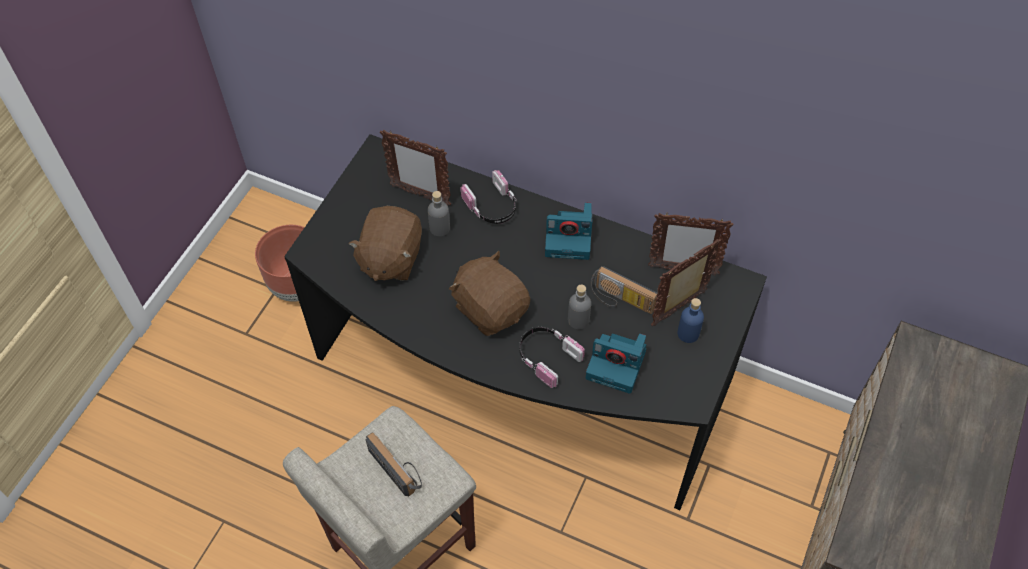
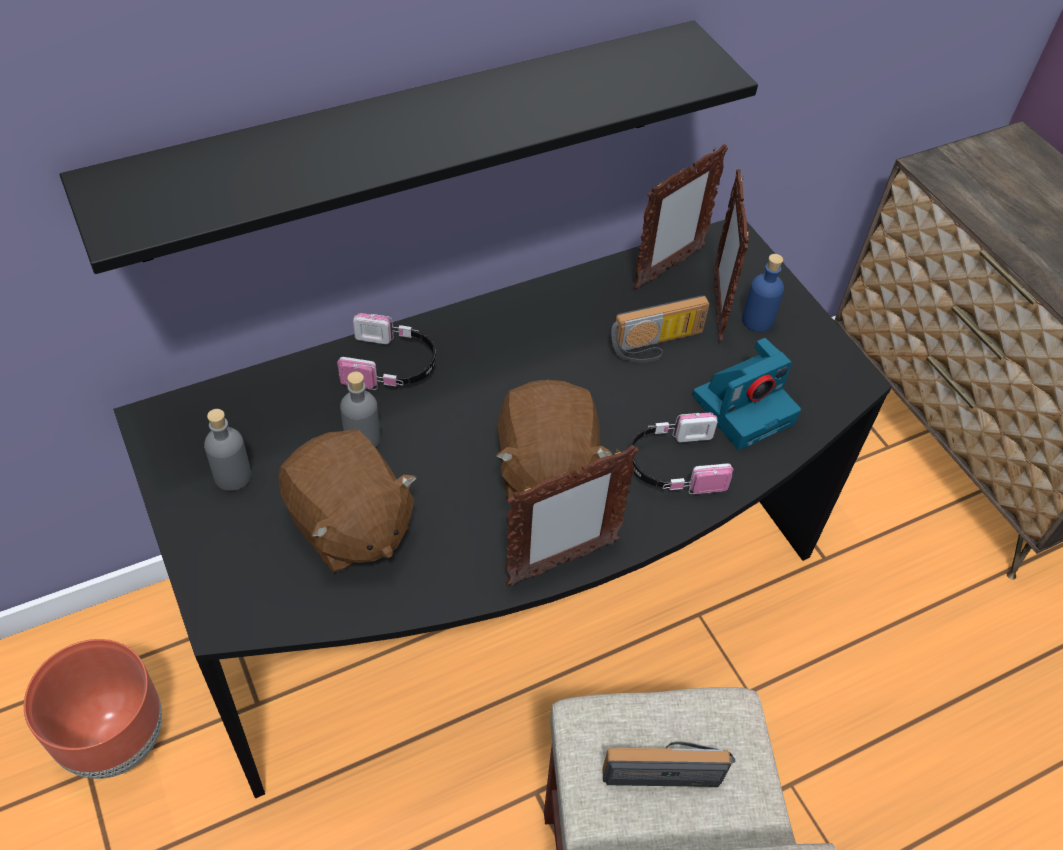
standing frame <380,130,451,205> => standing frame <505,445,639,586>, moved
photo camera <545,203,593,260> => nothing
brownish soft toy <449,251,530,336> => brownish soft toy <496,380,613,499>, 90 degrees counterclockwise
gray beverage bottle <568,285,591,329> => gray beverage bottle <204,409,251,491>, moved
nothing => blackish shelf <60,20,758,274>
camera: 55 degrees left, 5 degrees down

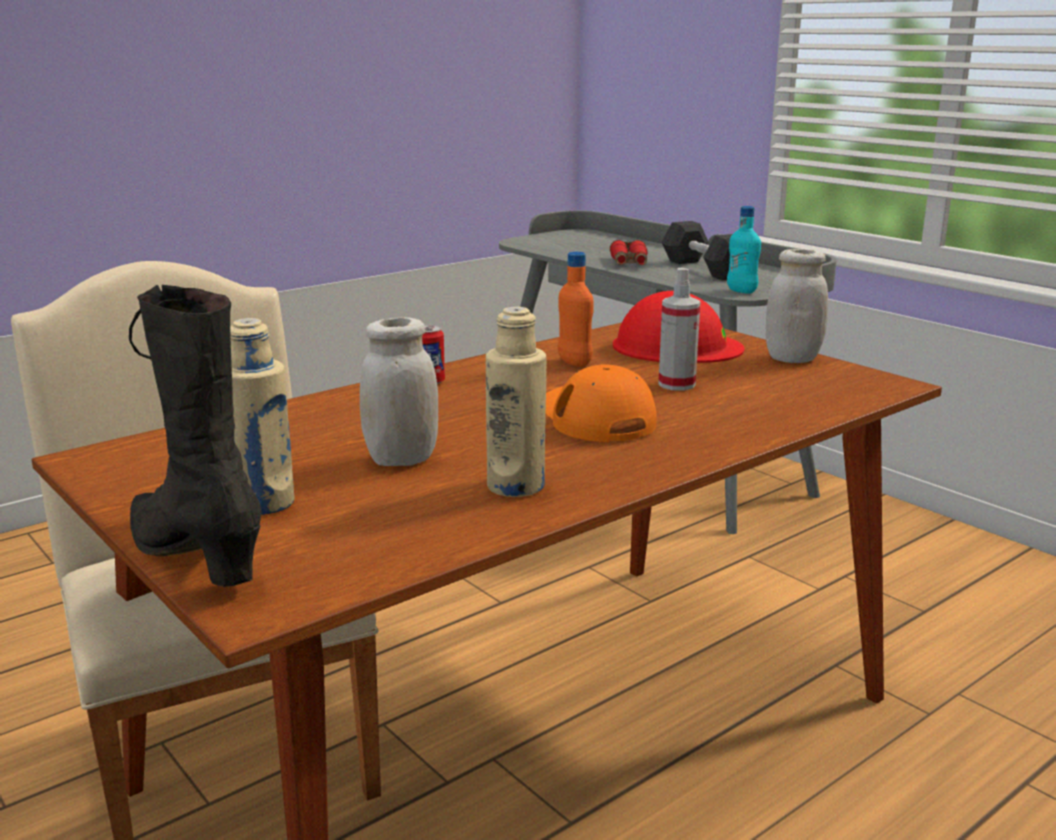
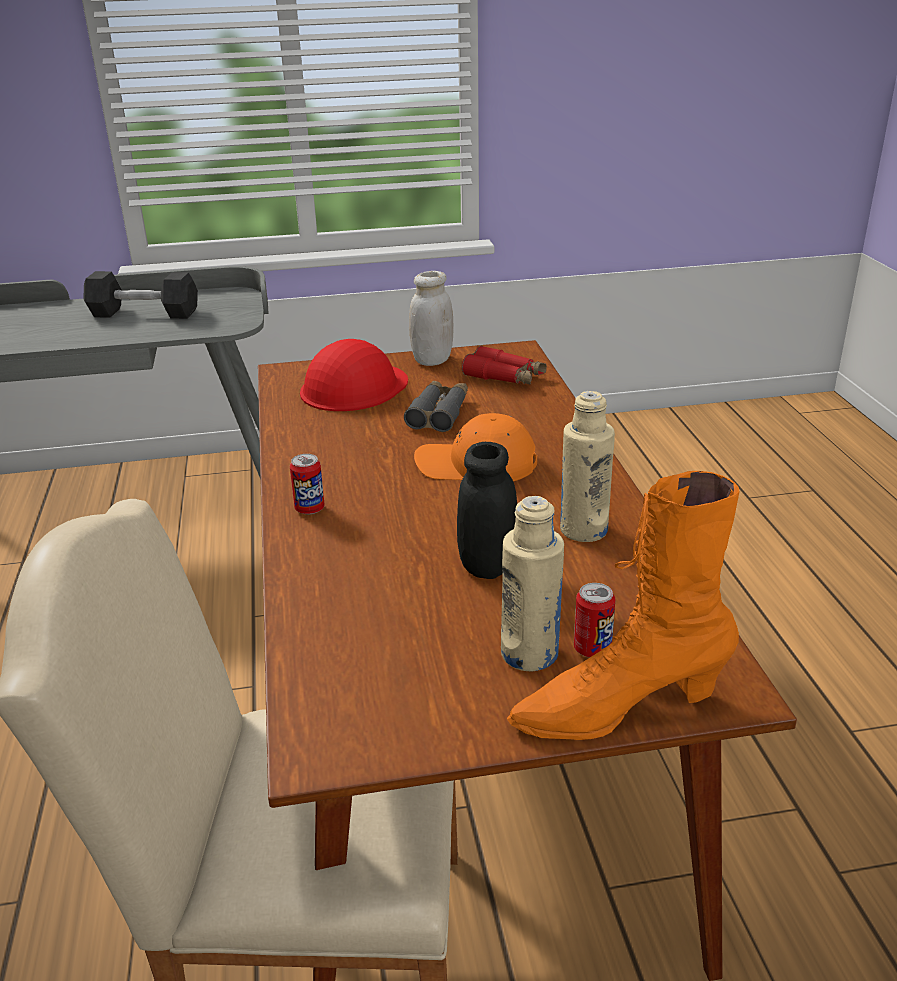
turquoise-coloured beverage bottle <727,206,761,294> => nothing
red pair of binoculars <610,240,648,265> => red pair of binoculars <462,346,547,385>, moved
orange beverage bottle <558,252,594,367> => nothing
spray bottle <658,268,701,391> => gray pair of binoculars <404,381,468,432>
blackish tall boot <129,285,262,587> => orange tall boot <507,471,739,740>
white storage jar <360,317,438,466> => blackish storage jar <457,442,517,579>
nothing => metal can <574,583,615,657>
camera: 60 degrees left, 10 degrees up

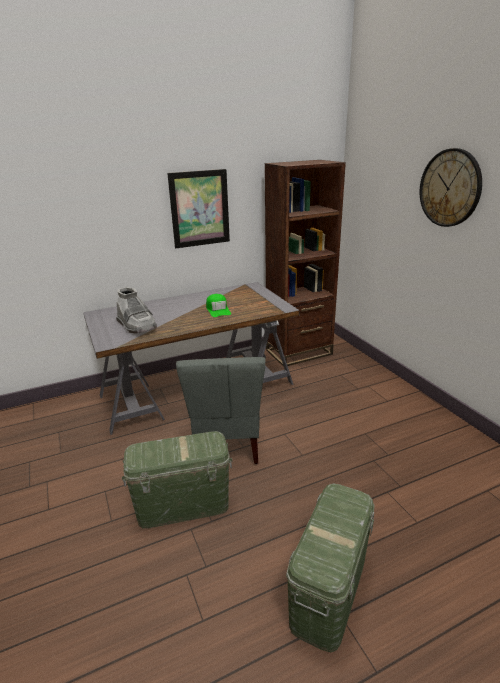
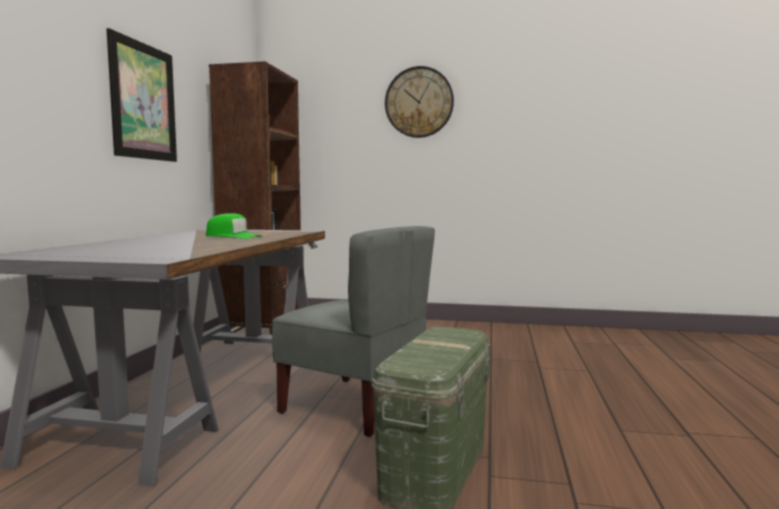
gray tall boot <116,287,157,334> => nothing
green storage box <286,483,374,652> => nothing
camera: 55 degrees left, 20 degrees down

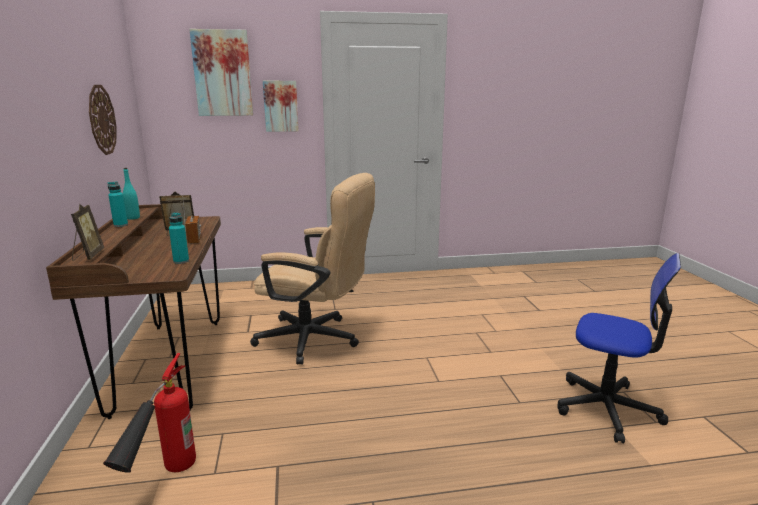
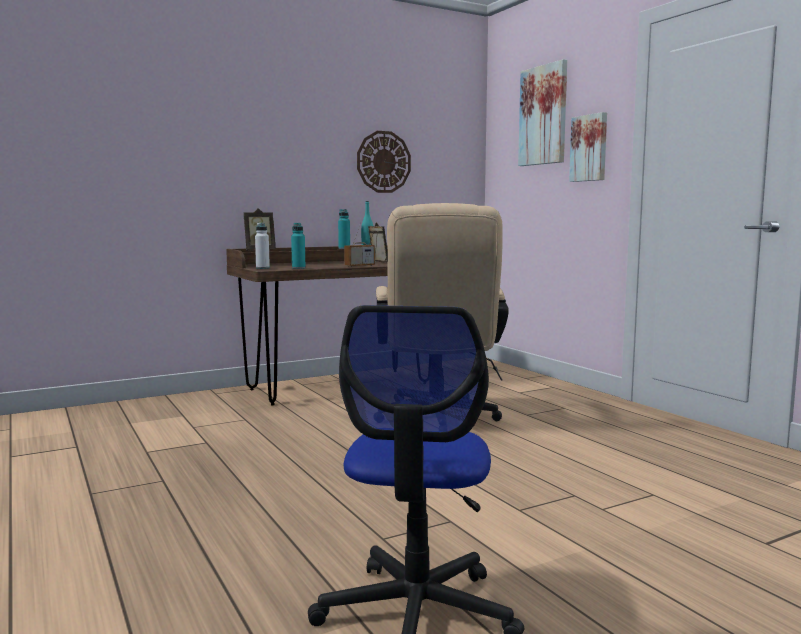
fire extinguisher <103,353,196,473> => nothing
nothing => white beverage bottle <255,223,270,269>
camera: 70 degrees right, 10 degrees down

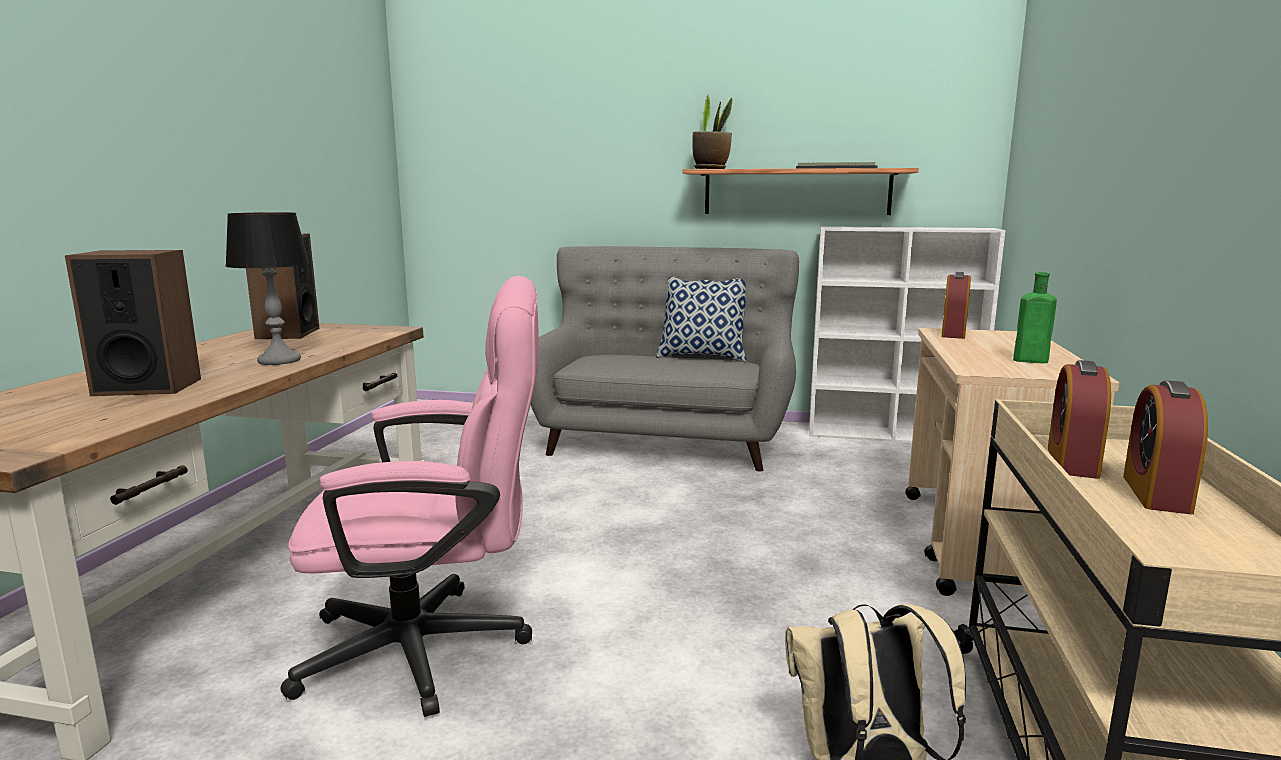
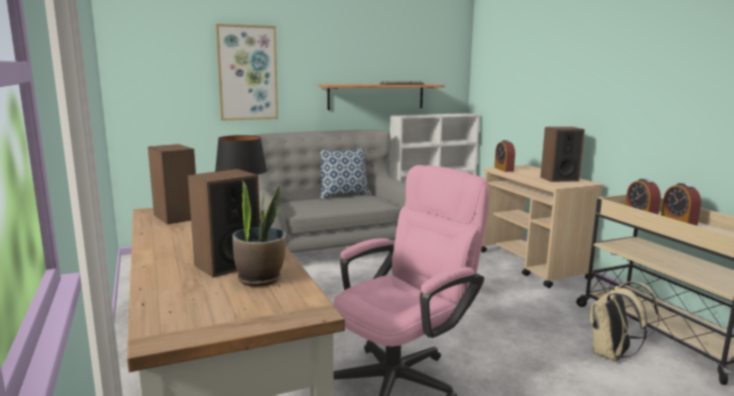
potted plant <693,94,732,169> => potted plant <232,180,286,287>, moved
green beverage bottle <1013,272,1057,363> => audio speaker <540,127,585,182>
nothing => picture <216,24,278,121>
camera: 35 degrees left, 0 degrees up

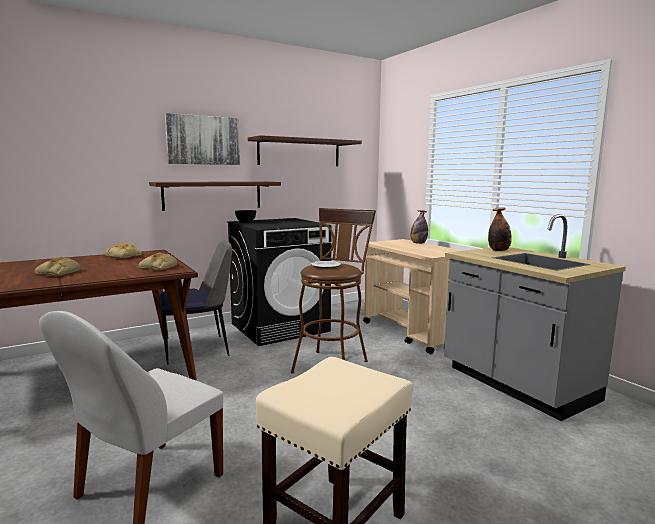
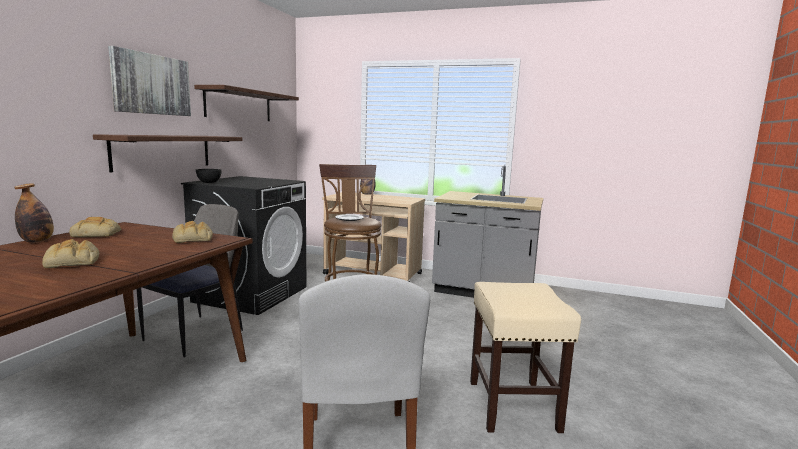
beverage bottle <488,207,512,251> => beverage bottle <14,183,54,243>, moved
camera: 40 degrees left, 0 degrees up

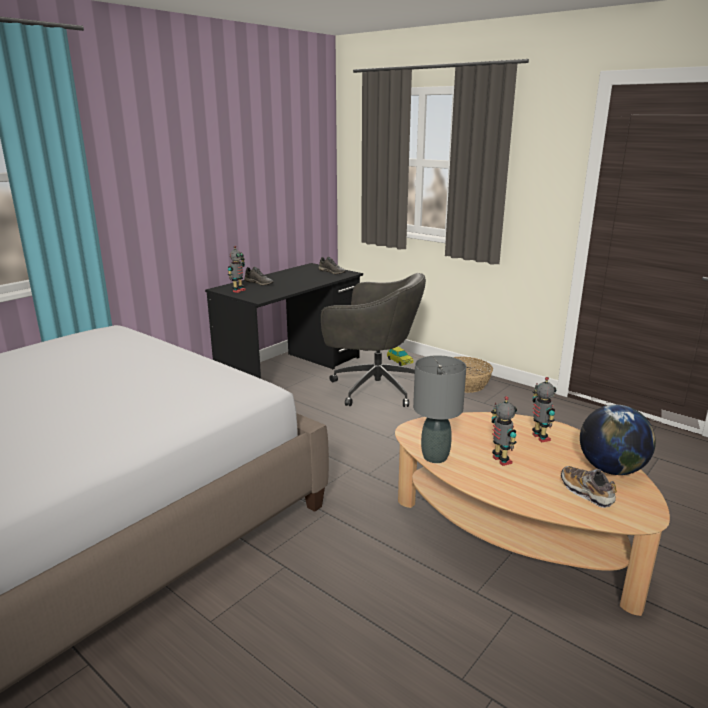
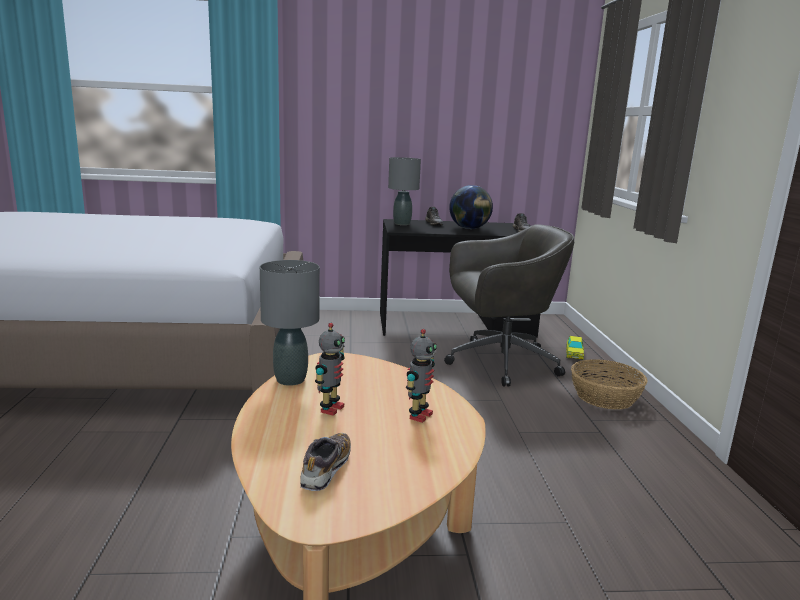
toy robot <228,246,246,293> => gray table lamp <388,157,421,225>
gray desk chair <321,273,426,407> => gray desk chair <444,224,574,387>, 75 degrees counterclockwise
globe <580,405,656,475> => globe <449,185,493,229>, moved
camera: 45 degrees right, 5 degrees down

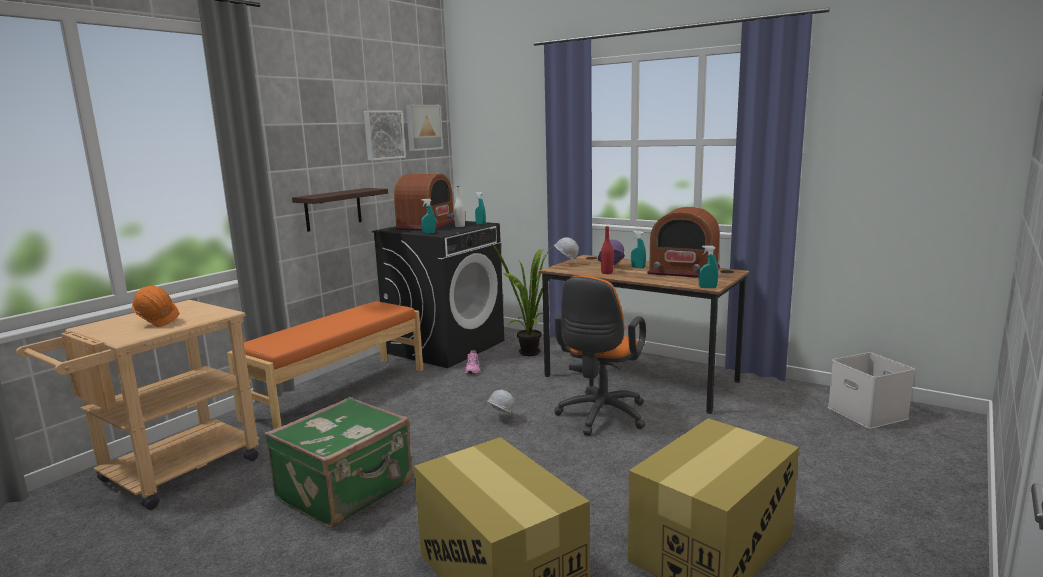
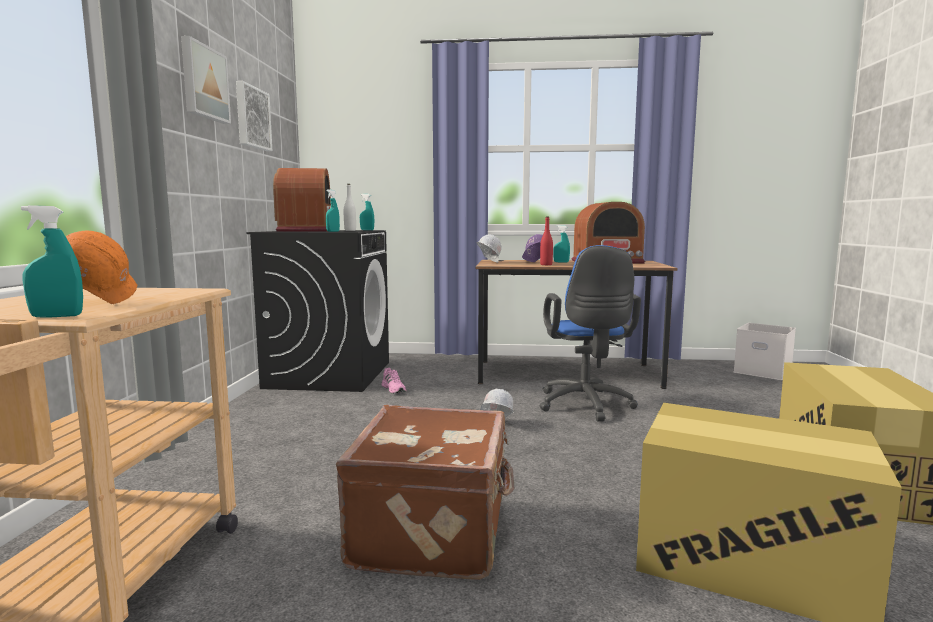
picture <406,105,443,151> => picture <181,36,231,124>, moved
shelf <292,188,388,232> => nothing
potted plant <492,244,554,356> => nothing
turquoise-coloured spray bottle <699,246,718,288> => turquoise-coloured spray bottle <21,205,83,318>, moved
orange desk chair <554,275,646,436> => blue desk chair <540,245,641,422>
orange indoor bench <227,301,423,430> => nothing
green suitcase <264,397,413,528> => brownish suitcase <336,405,514,580>
camera: 30 degrees left, 5 degrees down

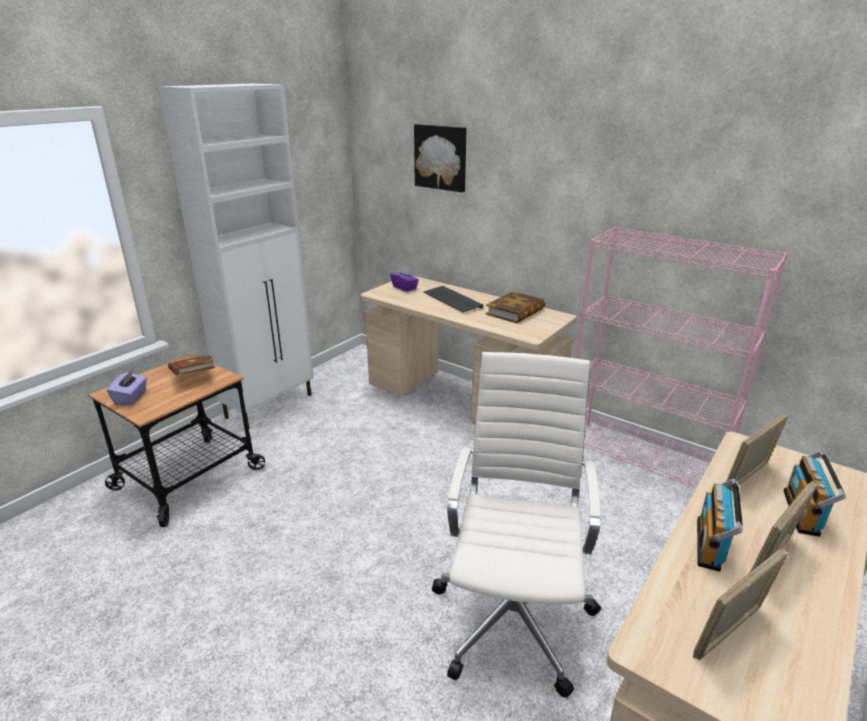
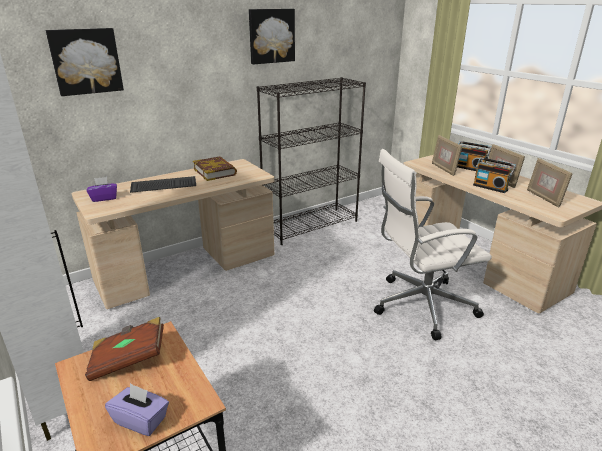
pinkish bookshelf <576,227,787,488> => blackish bookshelf <257,77,366,245>
white desk chair <432,352,601,698> => white desk chair <374,149,492,340>, 45 degrees counterclockwise
nothing => picture <249,9,295,64>
camera: 70 degrees left, 0 degrees up

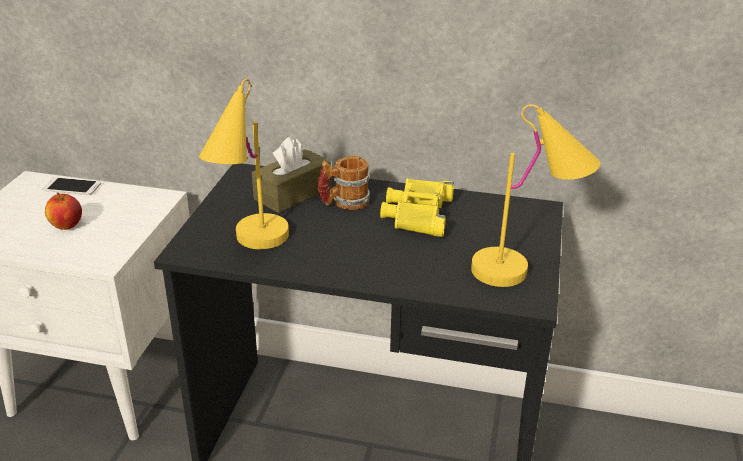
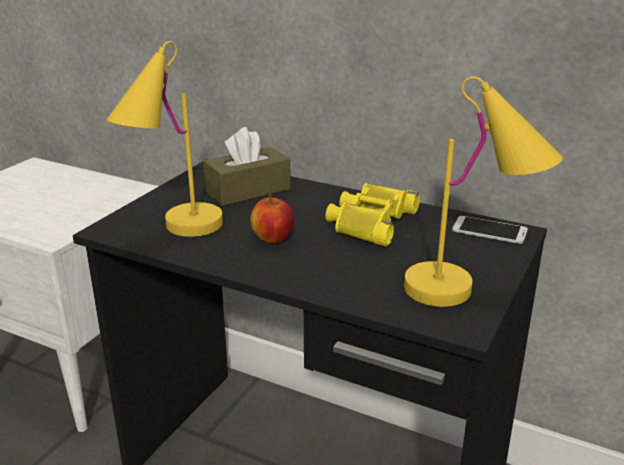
mug <317,156,370,210> => nothing
telephone <42,177,101,195> => telephone <452,216,528,244>, moved
apple <45,192,82,230> => apple <250,194,295,243>, moved
camera: 15 degrees right, 5 degrees down

